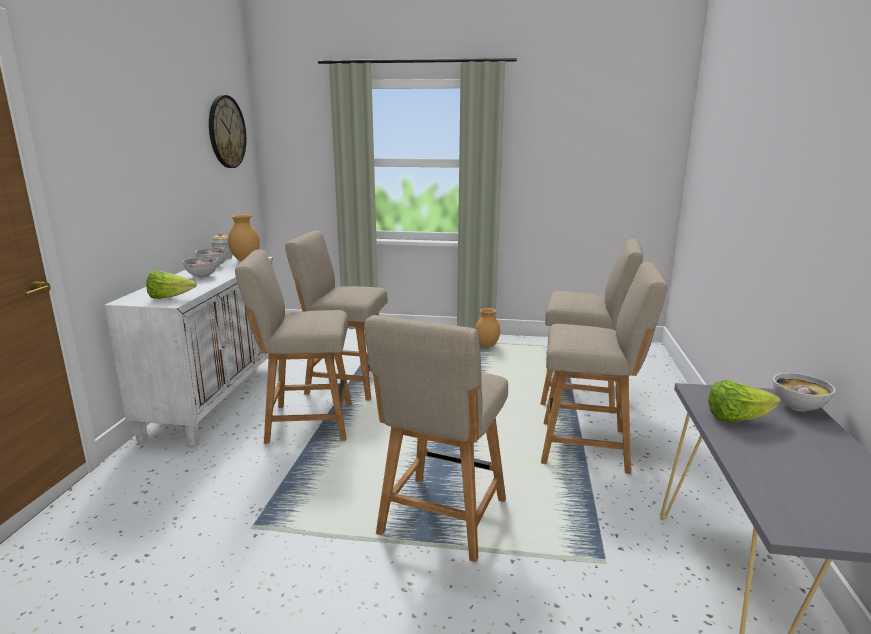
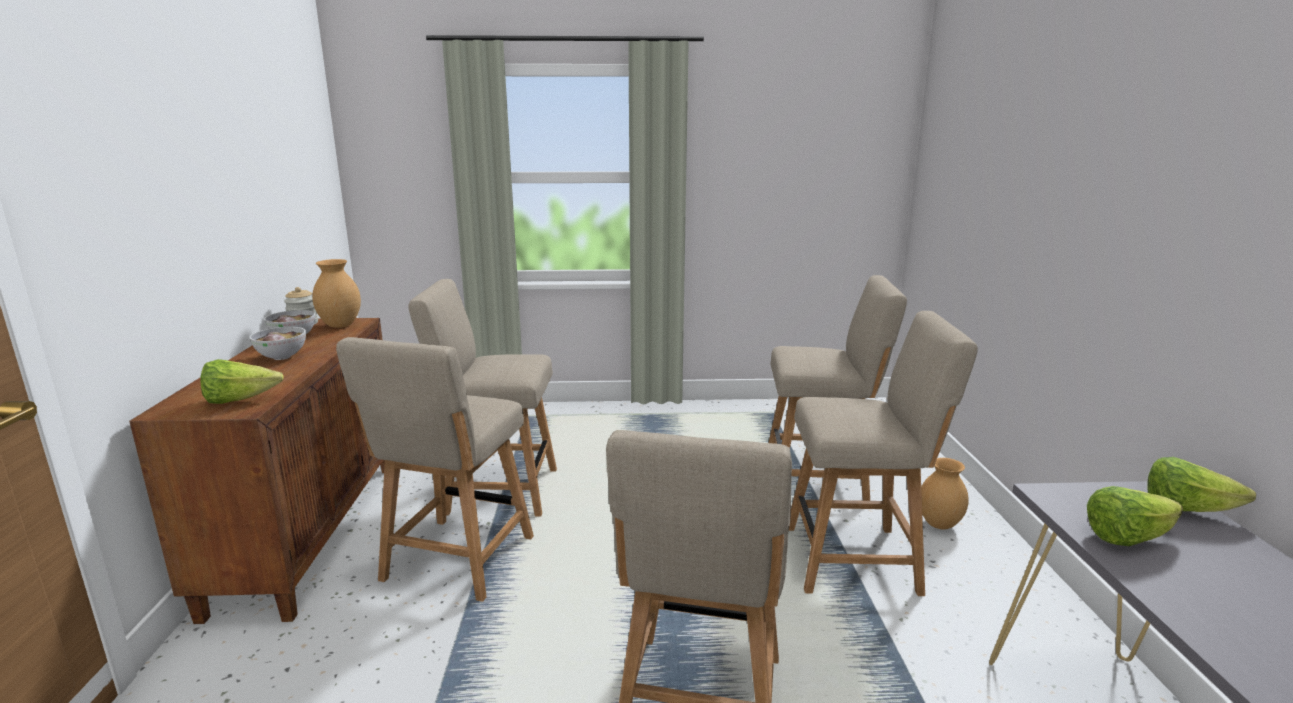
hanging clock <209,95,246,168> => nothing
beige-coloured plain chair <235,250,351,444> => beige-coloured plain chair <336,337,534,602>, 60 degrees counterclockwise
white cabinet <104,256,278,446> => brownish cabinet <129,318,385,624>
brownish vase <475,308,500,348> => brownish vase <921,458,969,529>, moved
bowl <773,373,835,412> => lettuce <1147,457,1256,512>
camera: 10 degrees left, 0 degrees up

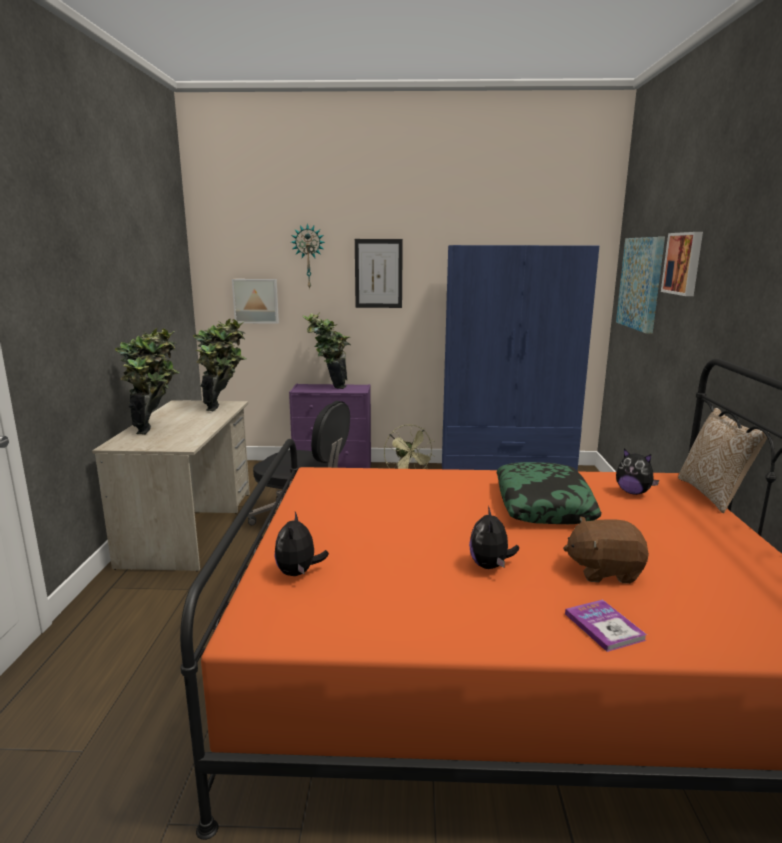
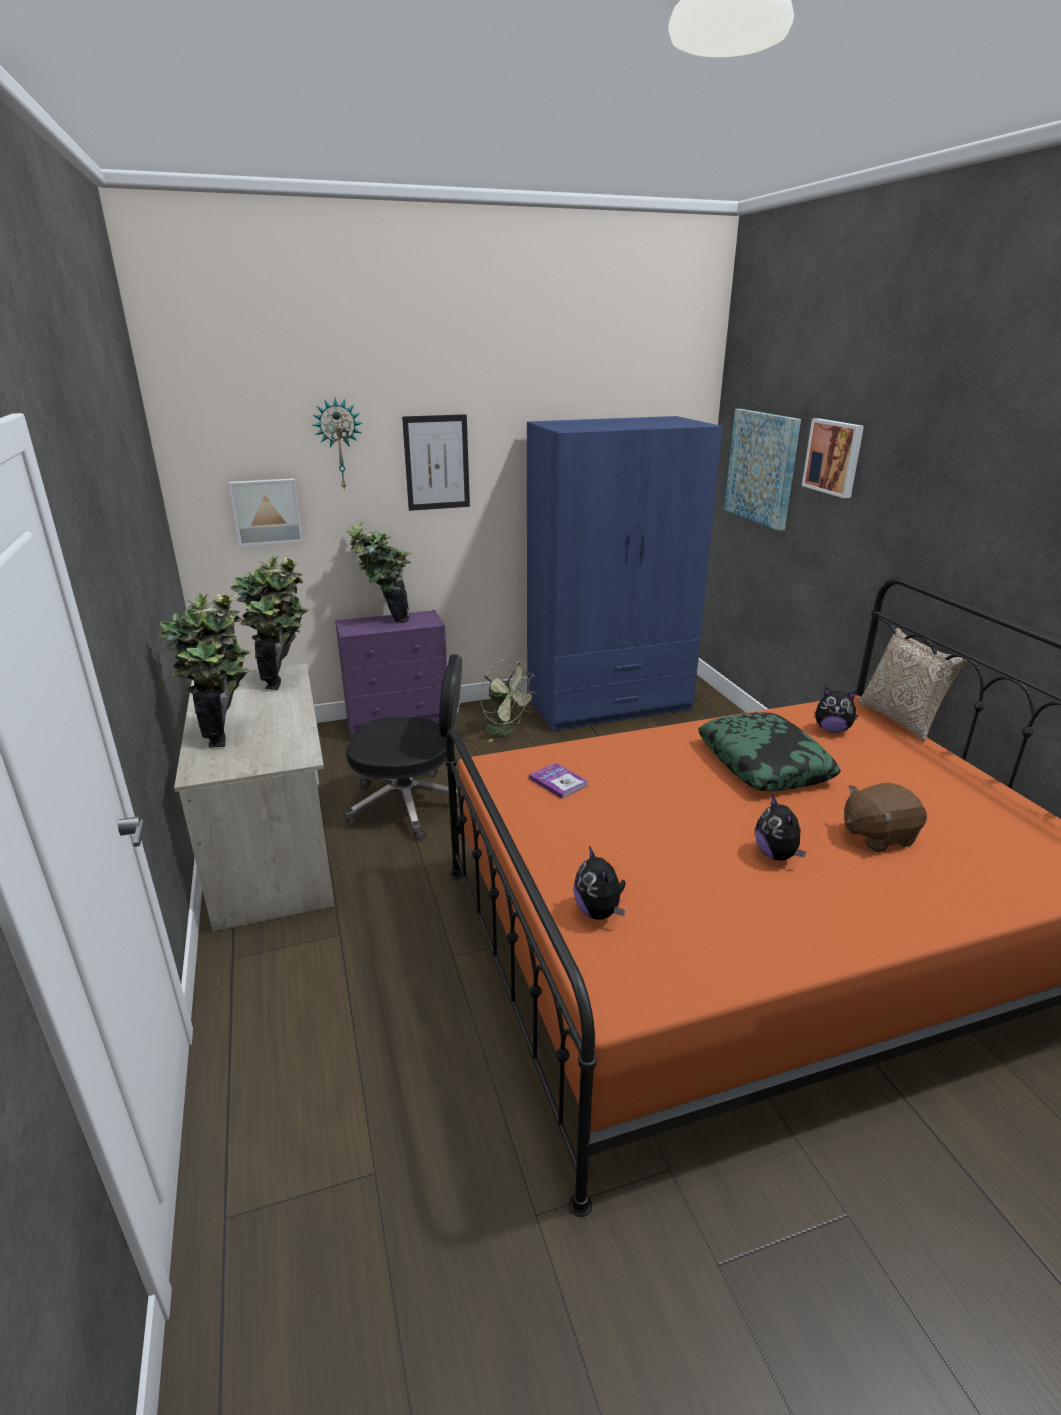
book <565,600,647,652> => book <529,762,589,799>, moved
camera: 20 degrees left, 10 degrees up

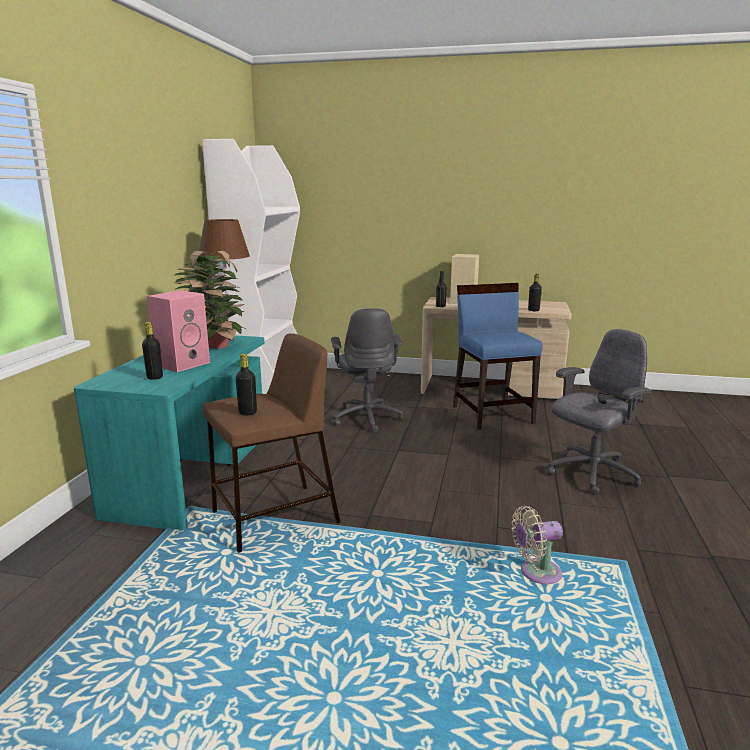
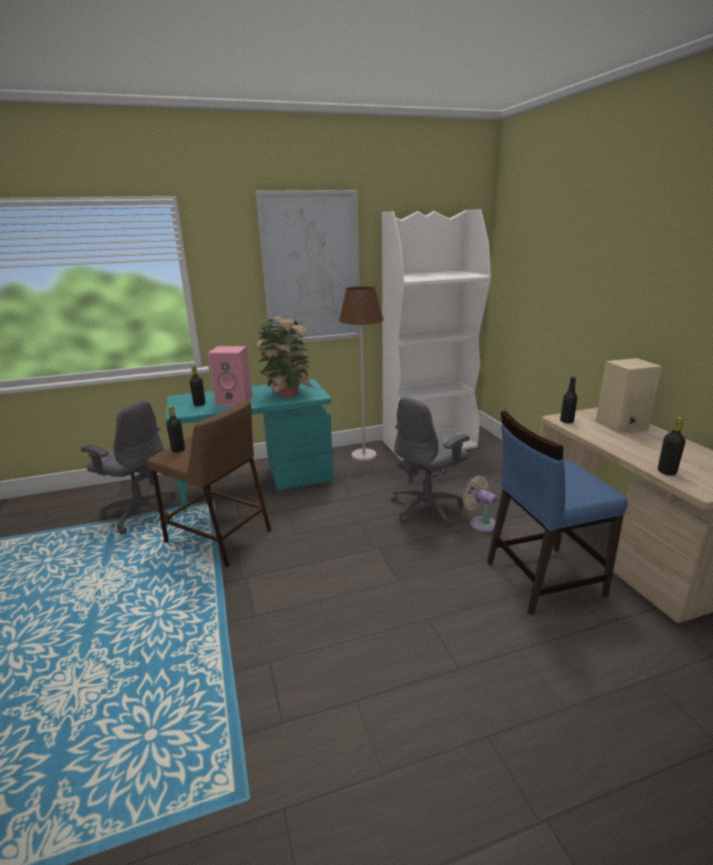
blue plain chair <453,283,543,430> => blue plain chair <487,411,628,615>, 150 degrees counterclockwise
gray desk chair <548,329,652,495> => gray desk chair <81,400,176,534>, moved
beige-coloured electric fan <512,506,563,584> => beige-coloured electric fan <463,476,498,533>, moved
nothing => picture <255,190,360,343>
camera: 60 degrees right, 5 degrees up

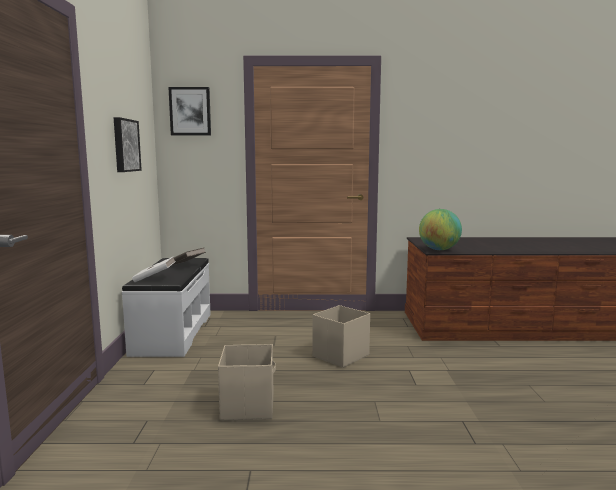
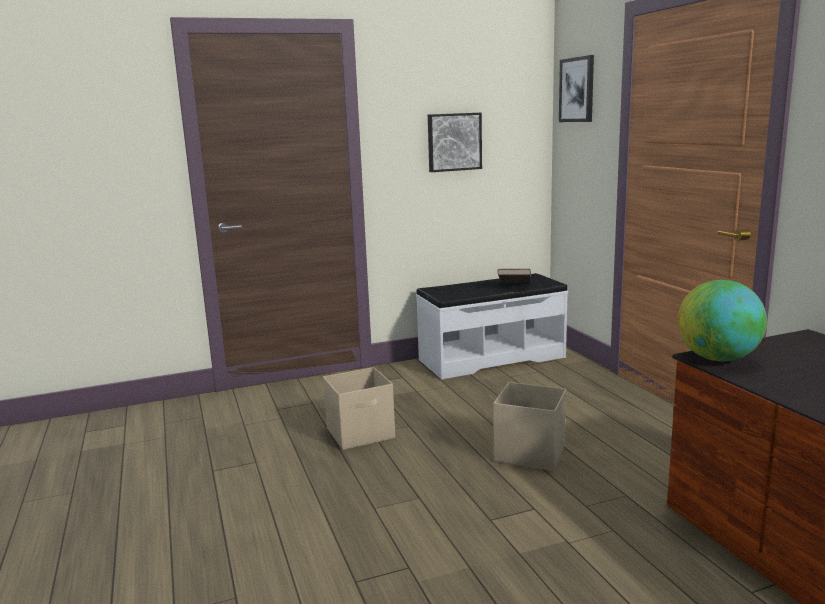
white book <132,256,176,282> => nothing
camera: 70 degrees right, 5 degrees up

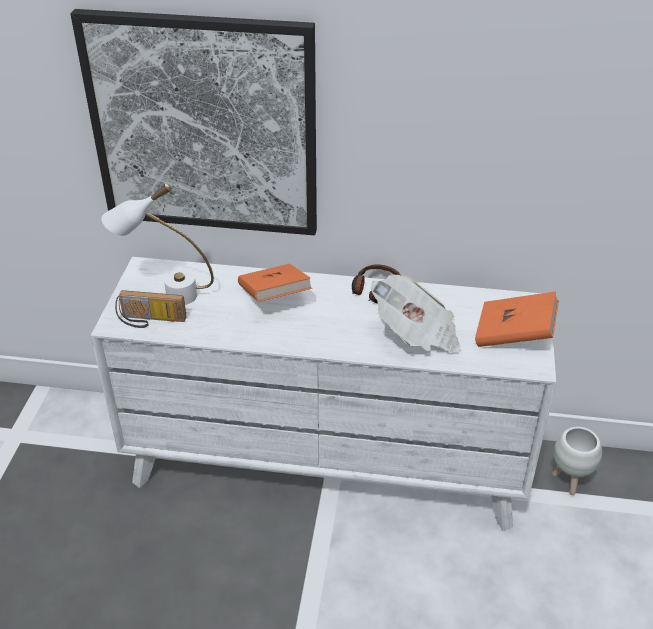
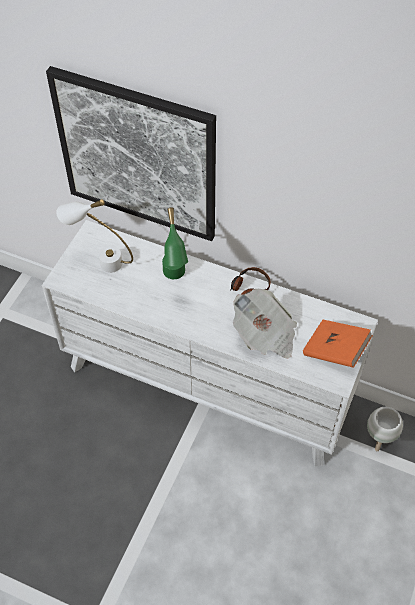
orange book <238,264,312,302> => green table lamp <162,207,188,279>
radio receiver <115,290,187,328> => nothing
camera: 15 degrees right, 15 degrees up

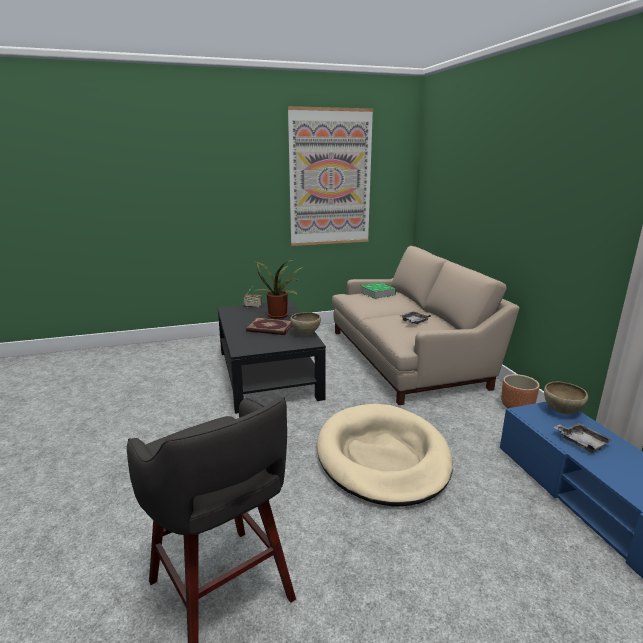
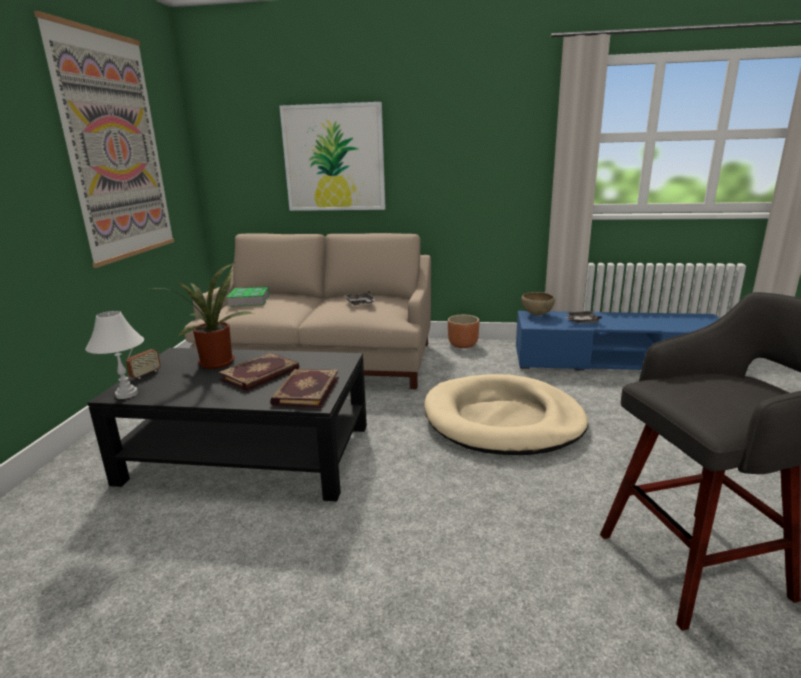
brownish bowl <290,312,321,335> => nothing
nothing => picture <279,102,386,211>
nothing => white table lamp <85,311,144,399>
nothing => book <270,369,339,408>
camera: 65 degrees left, 0 degrees up

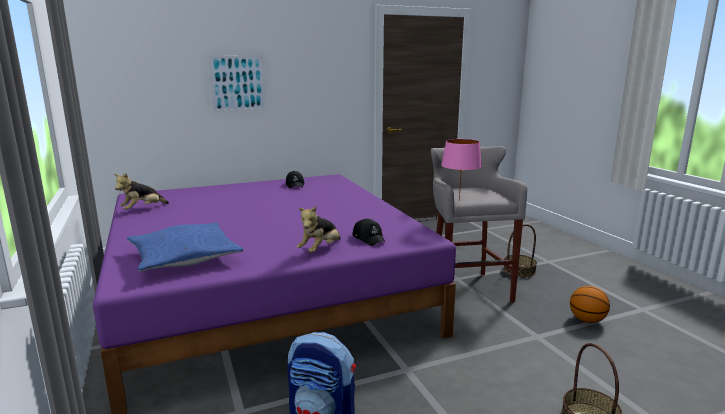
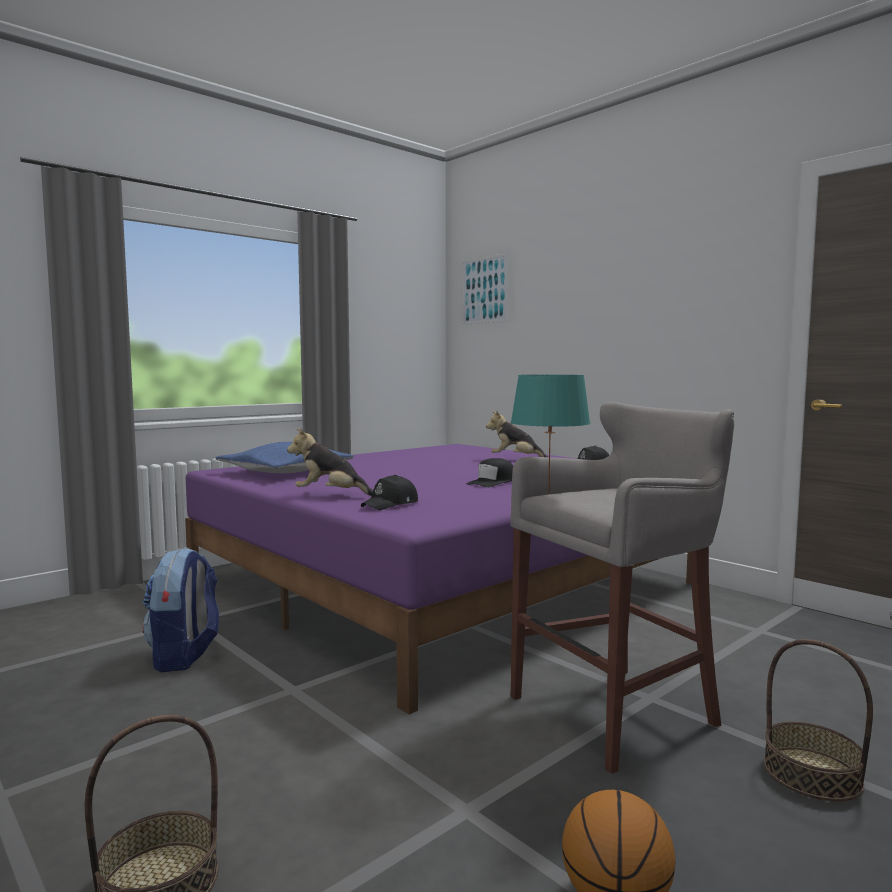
picture <207,55,266,112> => picture <461,253,509,325>, moved
pinkish table lamp <441,139,482,201> => turquoise-coloured table lamp <511,375,590,494>
soft toy <114,173,169,210> => soft toy <486,410,549,457>, moved
nothing => blackish peaked cap <466,458,513,487>
camera: 70 degrees right, 10 degrees down

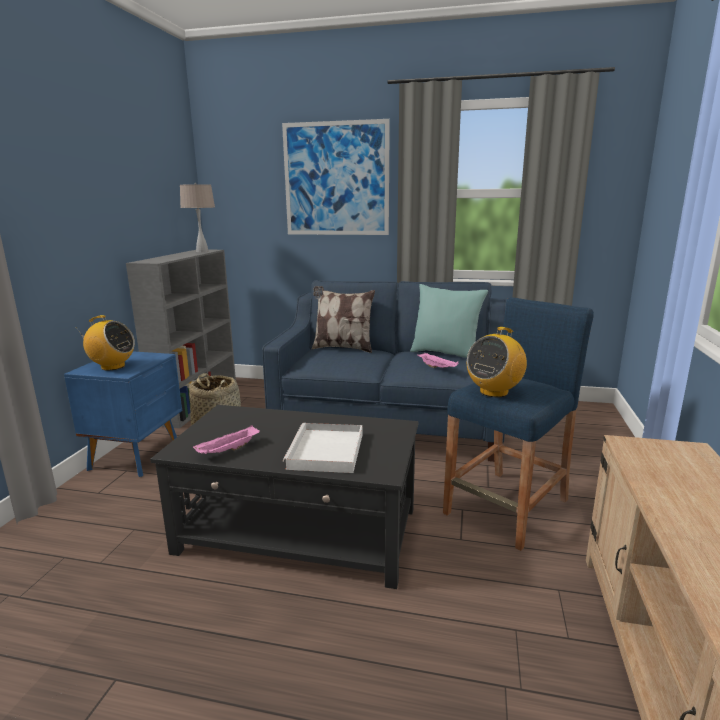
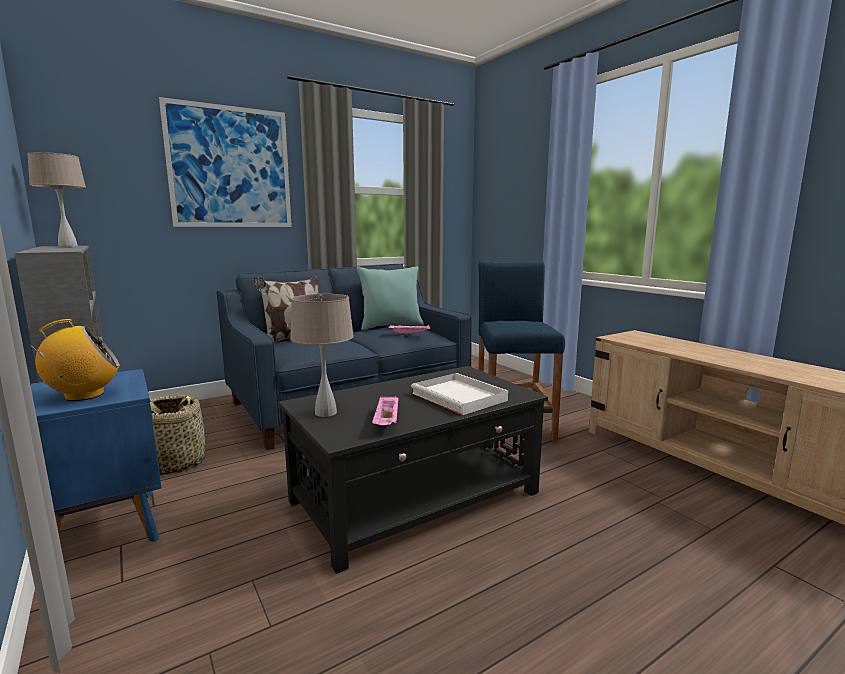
radio receiver <467,327,527,397> => nothing
nothing => beige-coloured table lamp <290,294,354,417>
camera: 45 degrees left, 5 degrees down

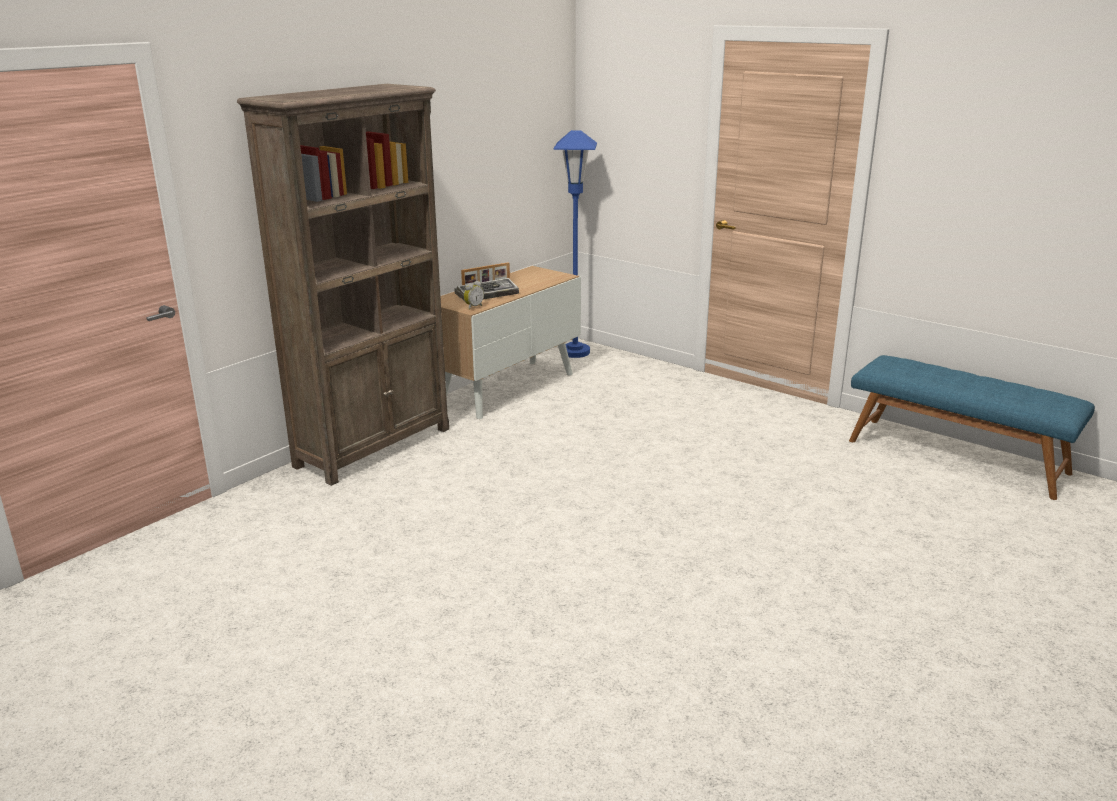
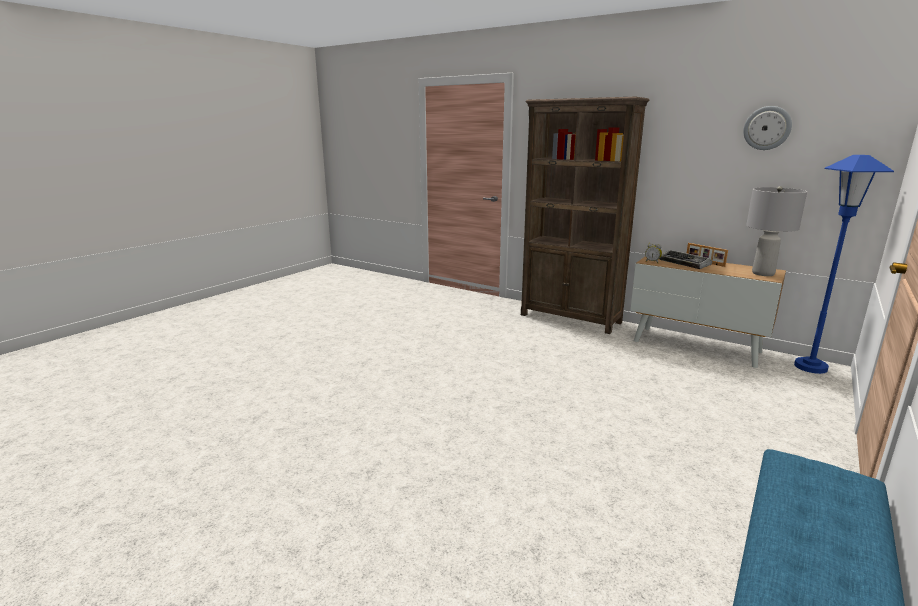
nothing => hanging clock <743,106,792,150>
nothing => gray table lamp <746,186,807,276>
camera: 85 degrees right, 5 degrees down

